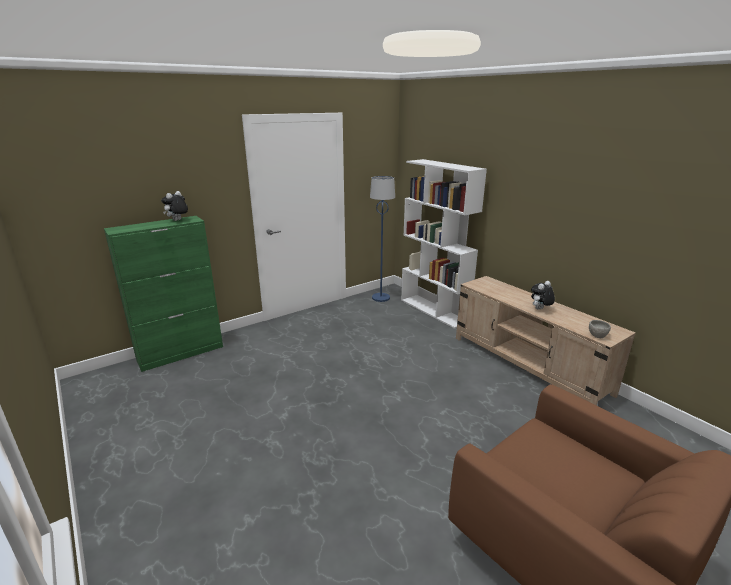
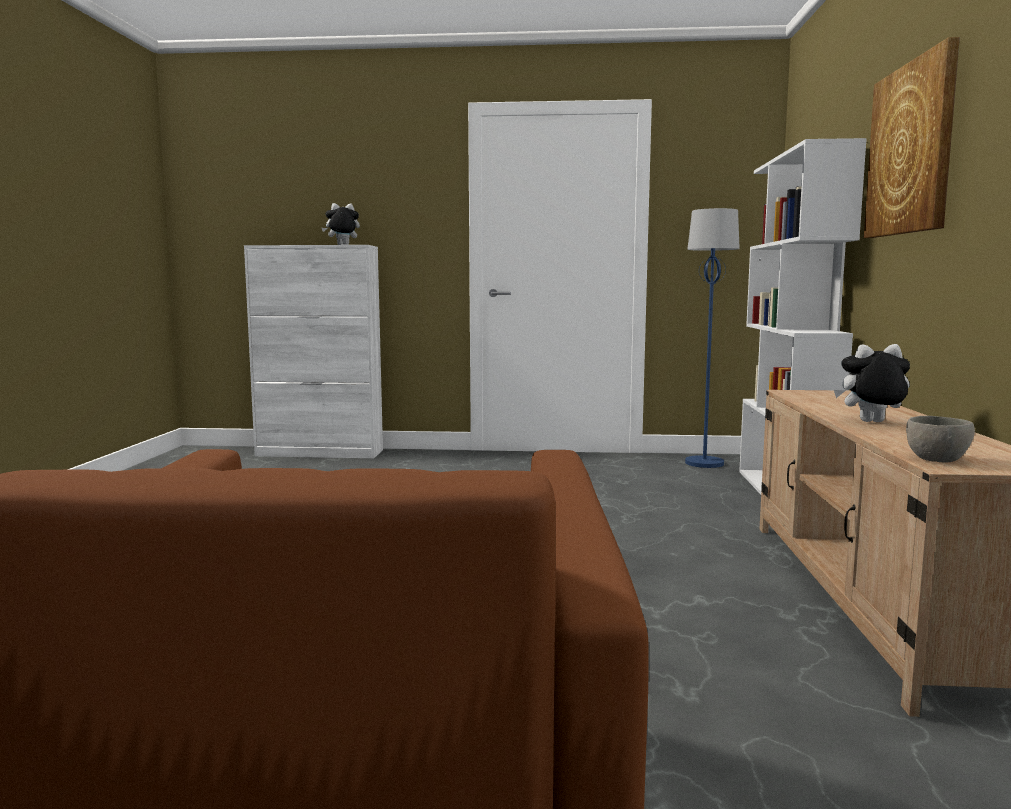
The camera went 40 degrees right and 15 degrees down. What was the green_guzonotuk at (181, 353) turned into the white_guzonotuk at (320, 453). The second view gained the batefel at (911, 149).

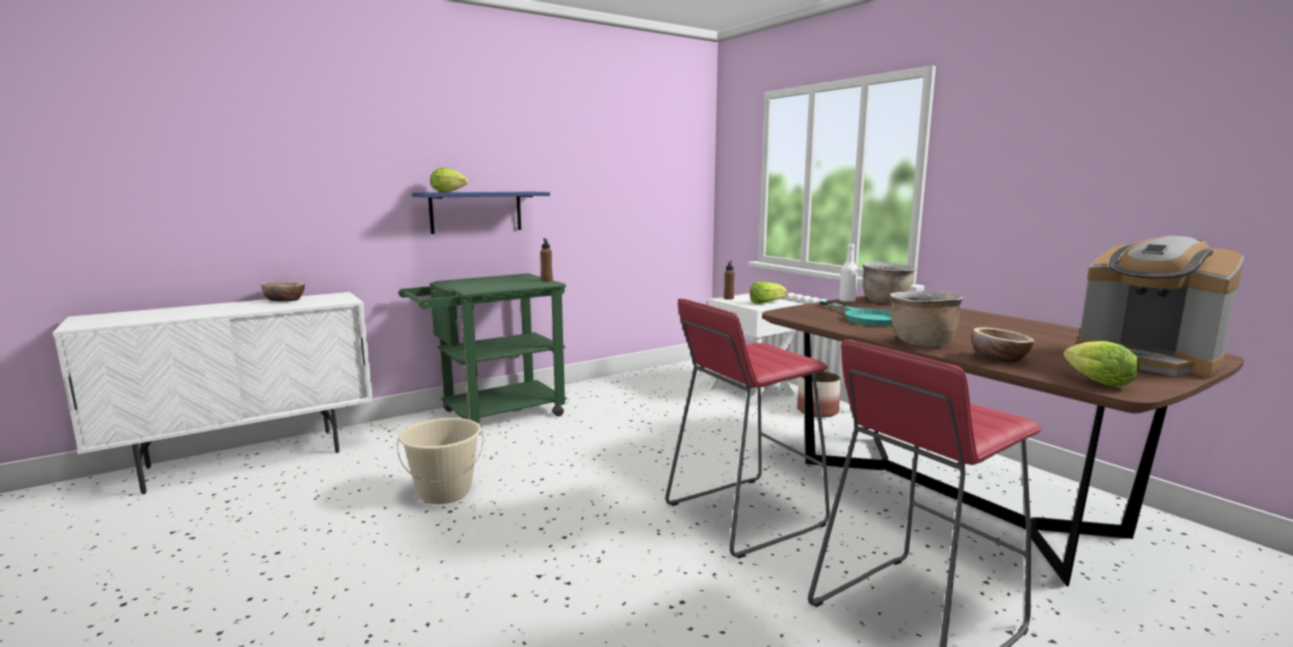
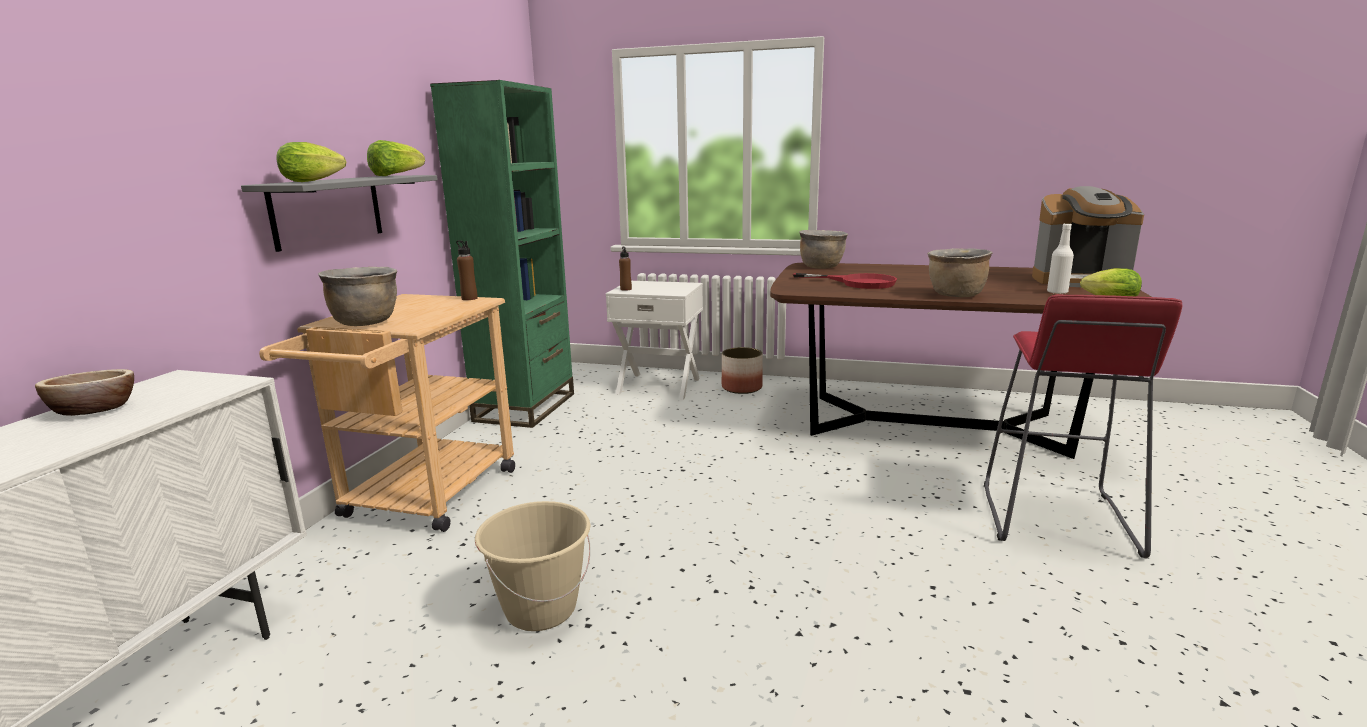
The camera went 40 degrees left and 5 degrees up. What was the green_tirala at (492, 415) turned into the beige_tirala at (422, 500). What was the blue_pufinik at (476, 212) turned into the grey_pufinik at (327, 211). The second view lost the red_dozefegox at (743, 514). The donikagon ended up elsewhere, having gone from (765, 303) to (396, 175). What was the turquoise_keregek at (866, 318) turned into the red_keregek at (857, 283). The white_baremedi ended up elsewhere, having gone from (847, 300) to (1057, 292). The second view lost the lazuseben at (999, 358). The second view gained the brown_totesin at (366, 322). The second view gained the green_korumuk at (525, 407).

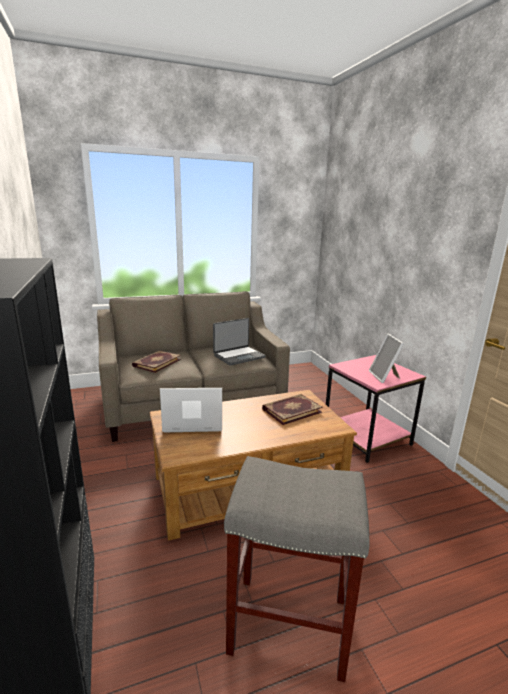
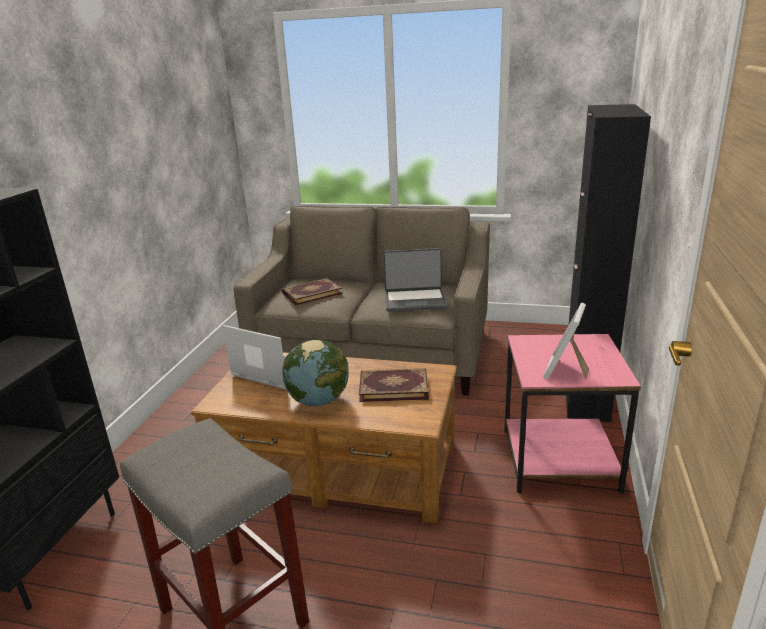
The camera went 35 degrees right and 5 degrees up. The second view gained the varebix at (319, 400). The second view gained the black_guzonotuk at (585, 395).

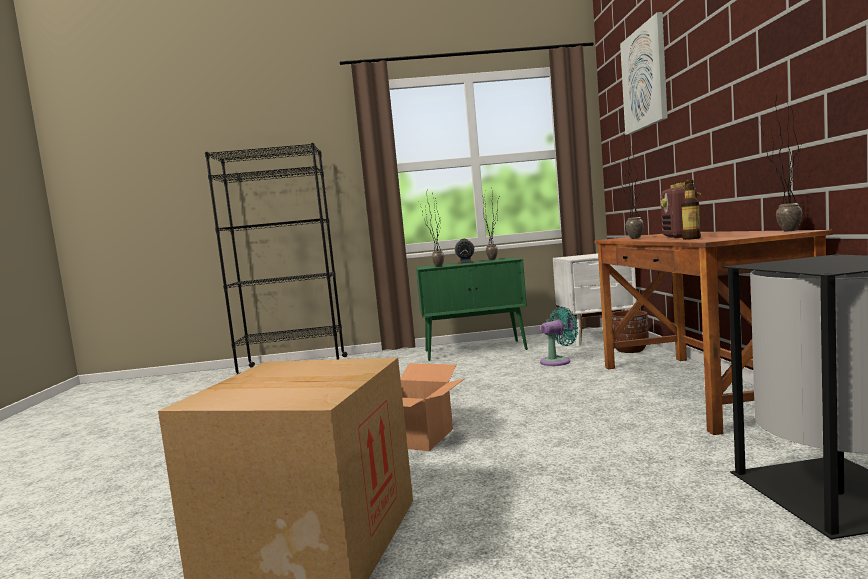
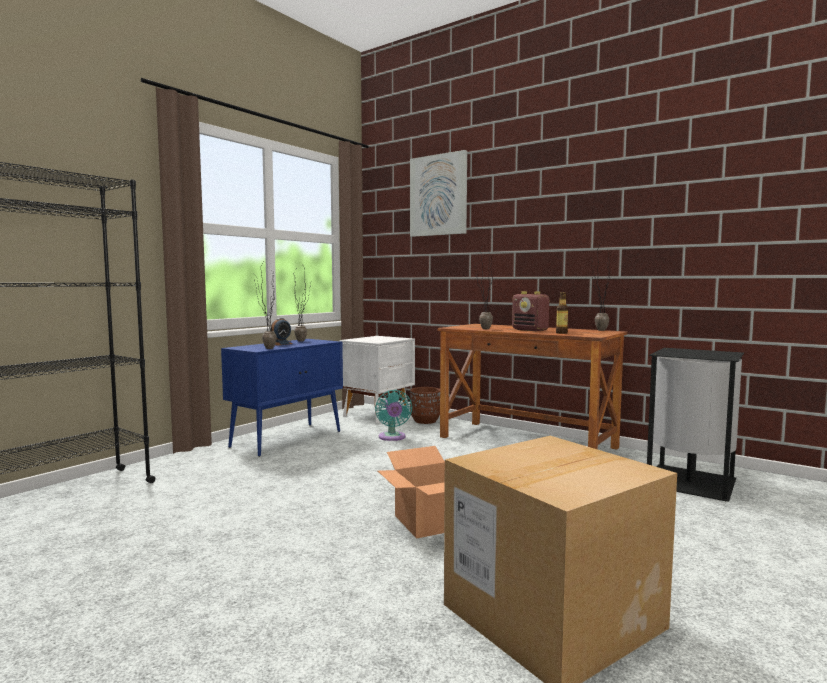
The camera went 50 degrees left and 0 degrees up. What was the green_guzonotuk at (476, 350) turned into the blue_guzonotuk at (288, 439). The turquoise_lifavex at (558, 361) ended up facing another way, 150 degrees clockwise from before.

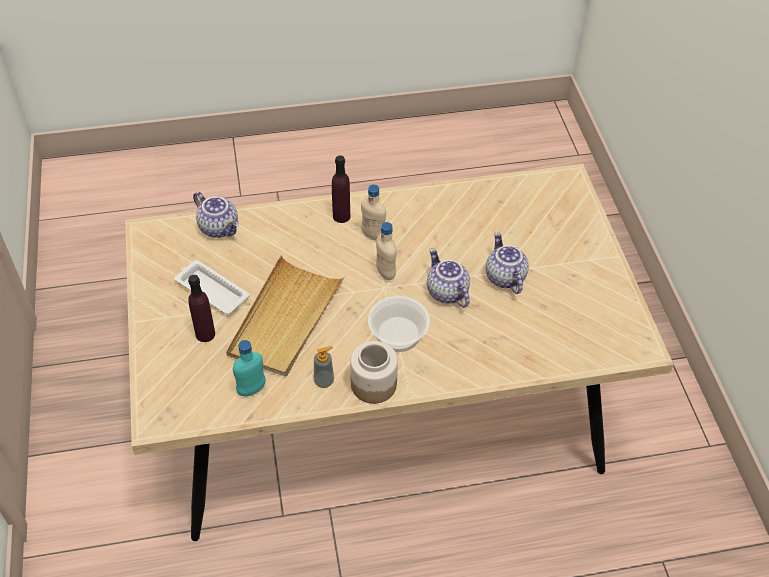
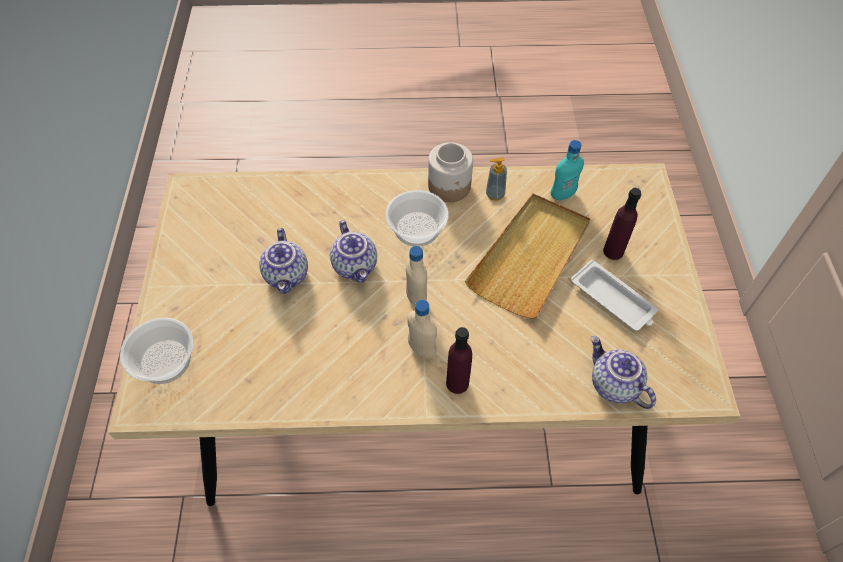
The camera went 170 degrees left and 5 degrees up. The second view gained the lazuseben at (164, 360).

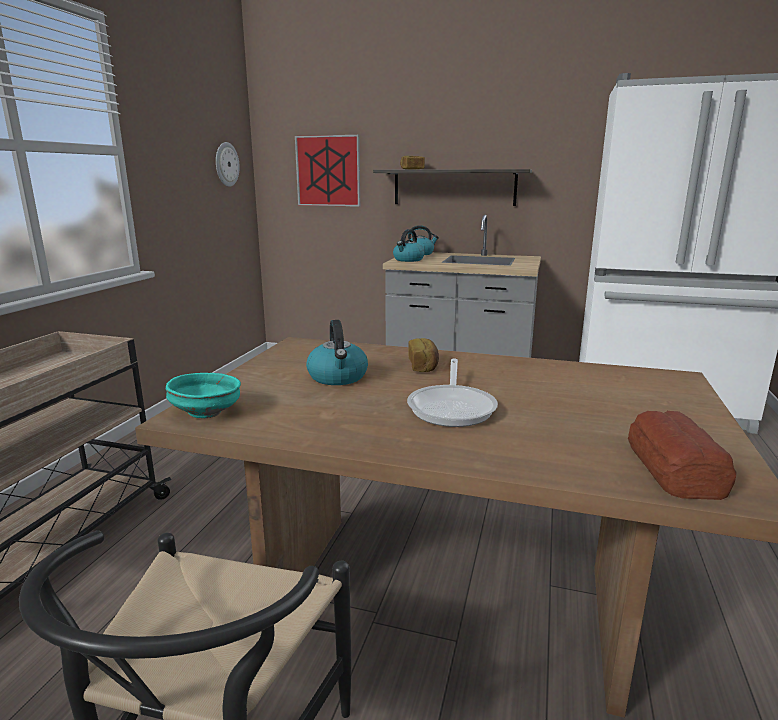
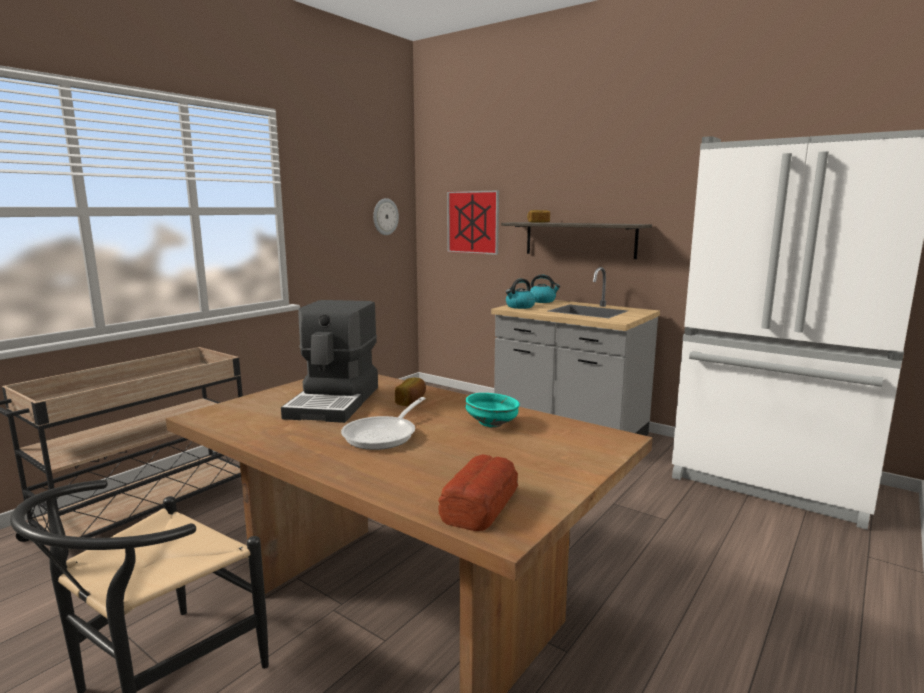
The camera went 20 degrees right and 5 degrees down. The turquoise_lazuseben ended up elsewhere, having gone from (208, 413) to (493, 424). Where the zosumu stood at (338, 377), the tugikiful came to stand at (335, 402).

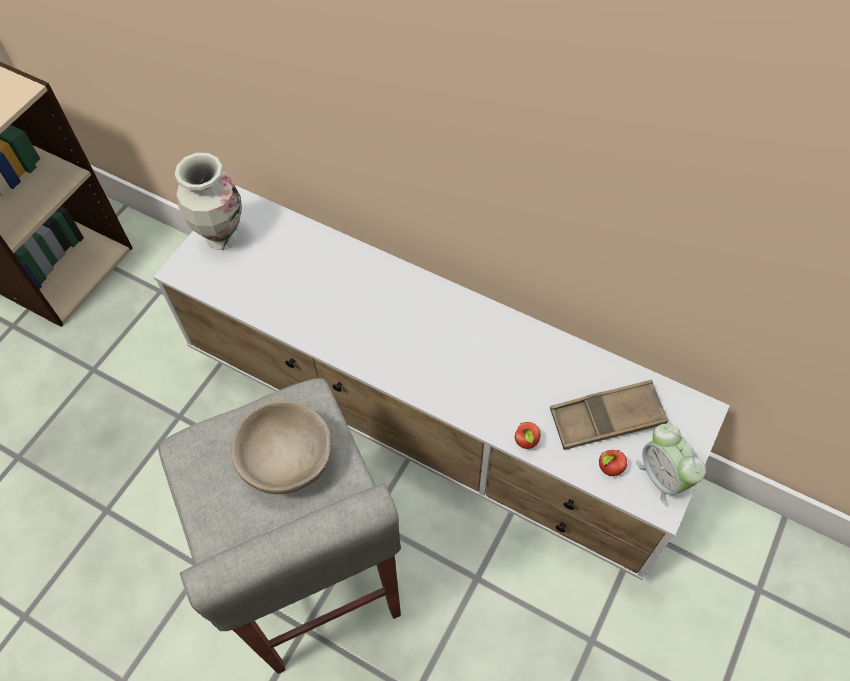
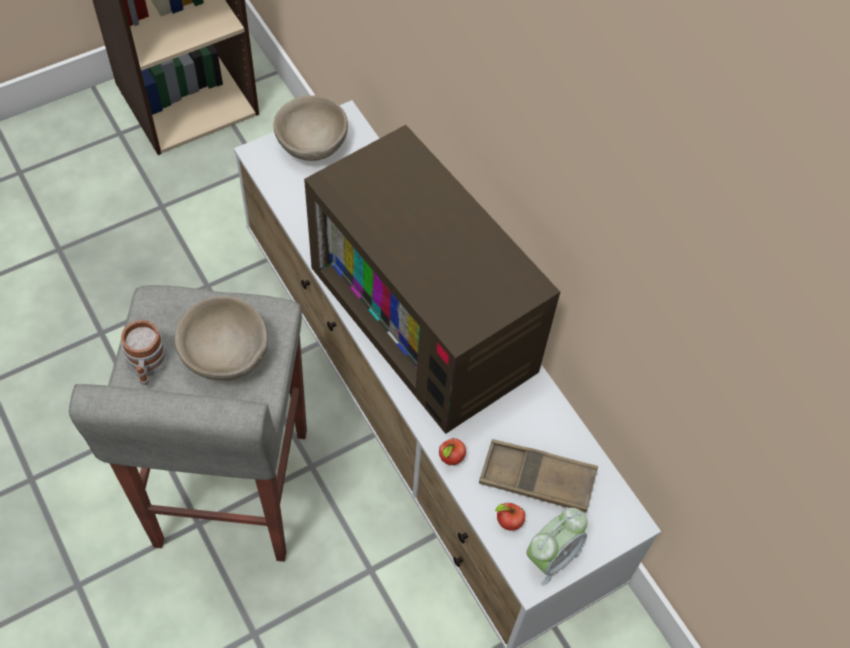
The camera went 25 degrees right and 0 degrees up. Where the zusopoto stood at (222, 238), the beige_lazuseben came to stand at (311, 144). The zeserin at (663, 477) ended up facing another way, 135 degrees counterclockwise from before. The second view gained the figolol at (147, 365). The second view gained the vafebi at (430, 317).

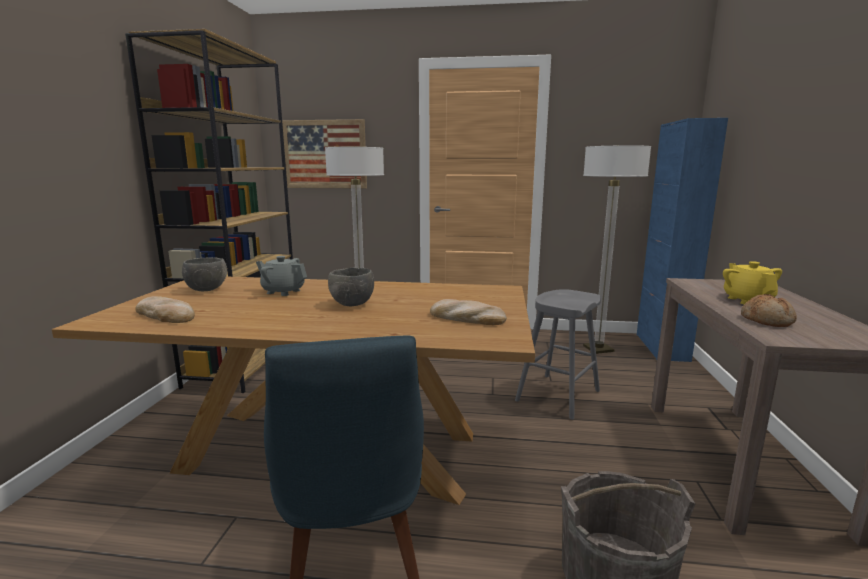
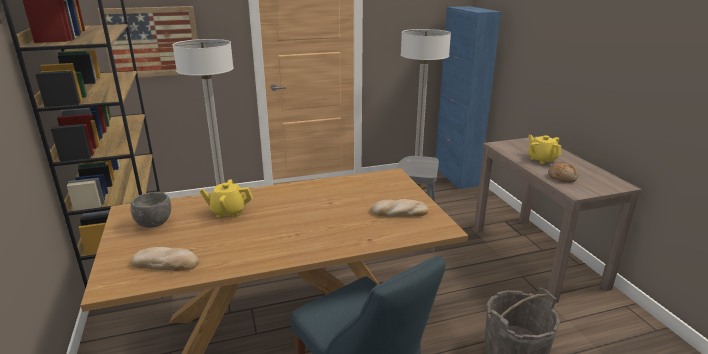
The camera went 25 degrees left and 10 degrees up. What was the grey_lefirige at (283, 291) turned into the yellow_lefirige at (228, 212). The second view lost the grey_lazuseben at (351, 304).

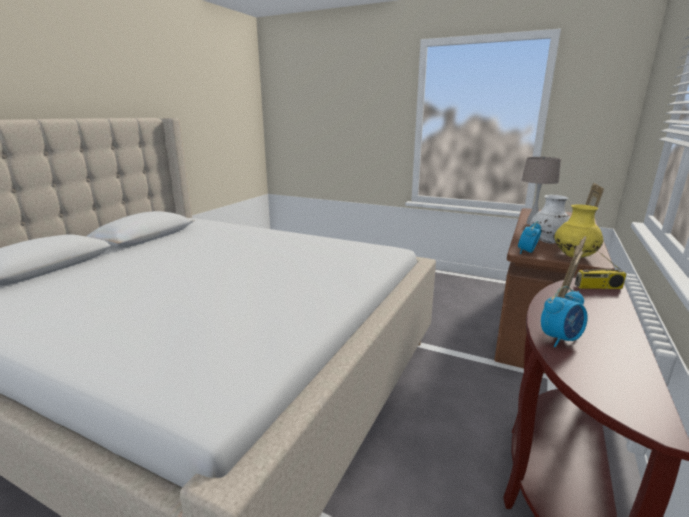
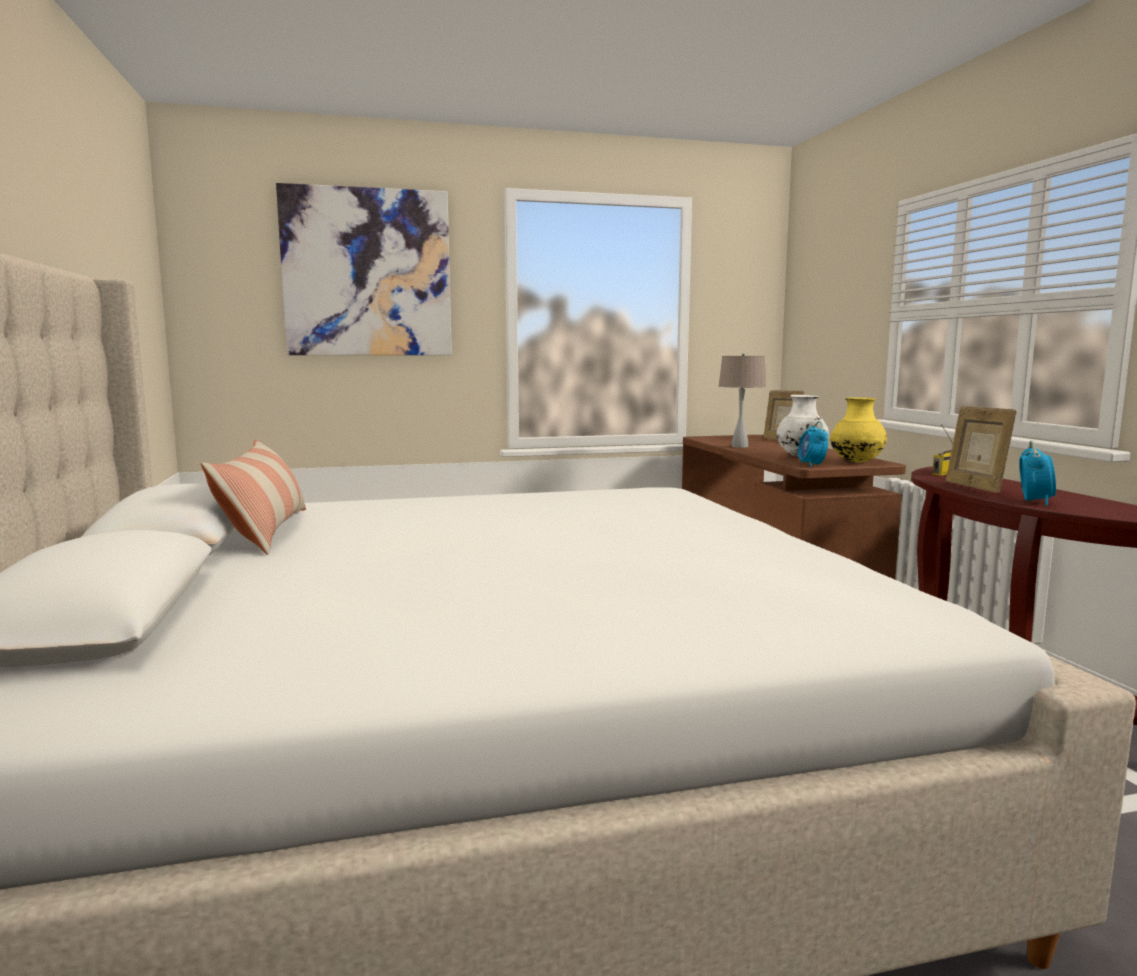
The camera went 40 degrees left and 10 degrees down. The second view gained the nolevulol at (266, 530). The second view gained the batefel at (367, 273).

